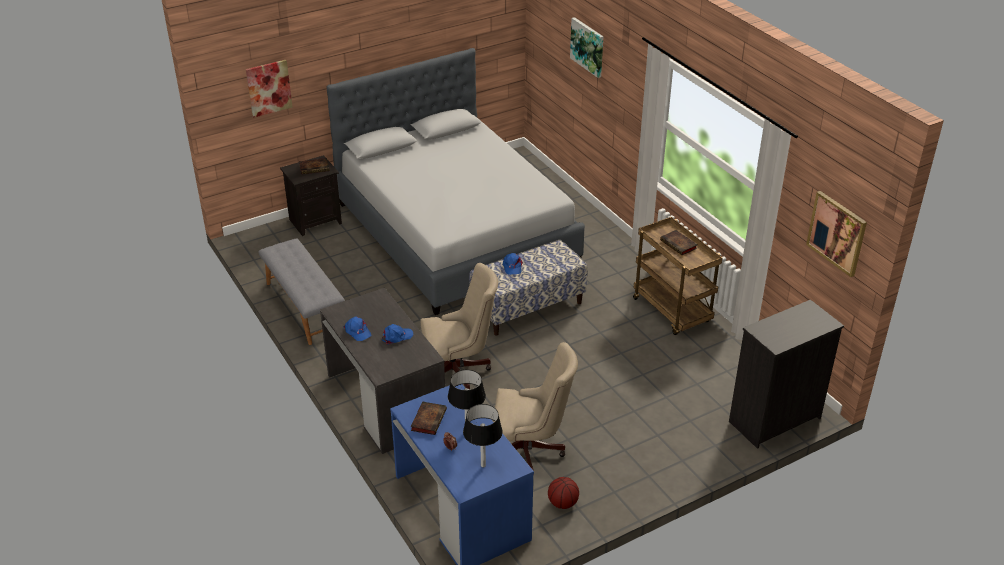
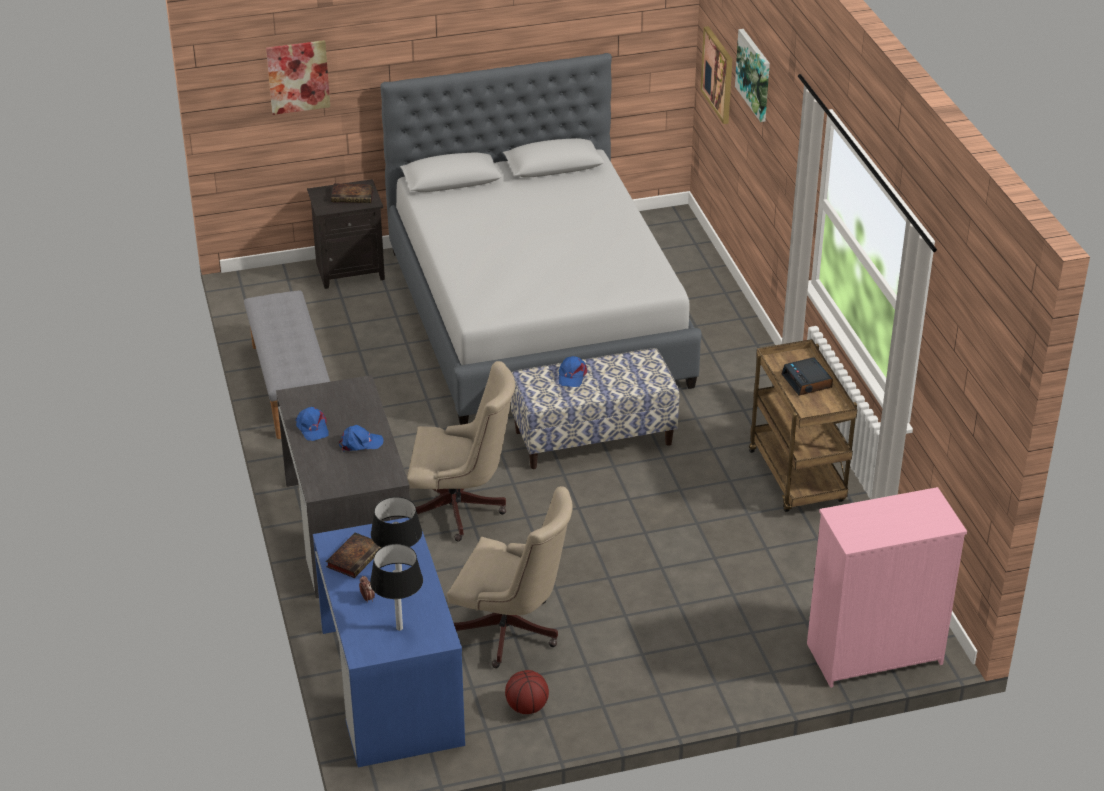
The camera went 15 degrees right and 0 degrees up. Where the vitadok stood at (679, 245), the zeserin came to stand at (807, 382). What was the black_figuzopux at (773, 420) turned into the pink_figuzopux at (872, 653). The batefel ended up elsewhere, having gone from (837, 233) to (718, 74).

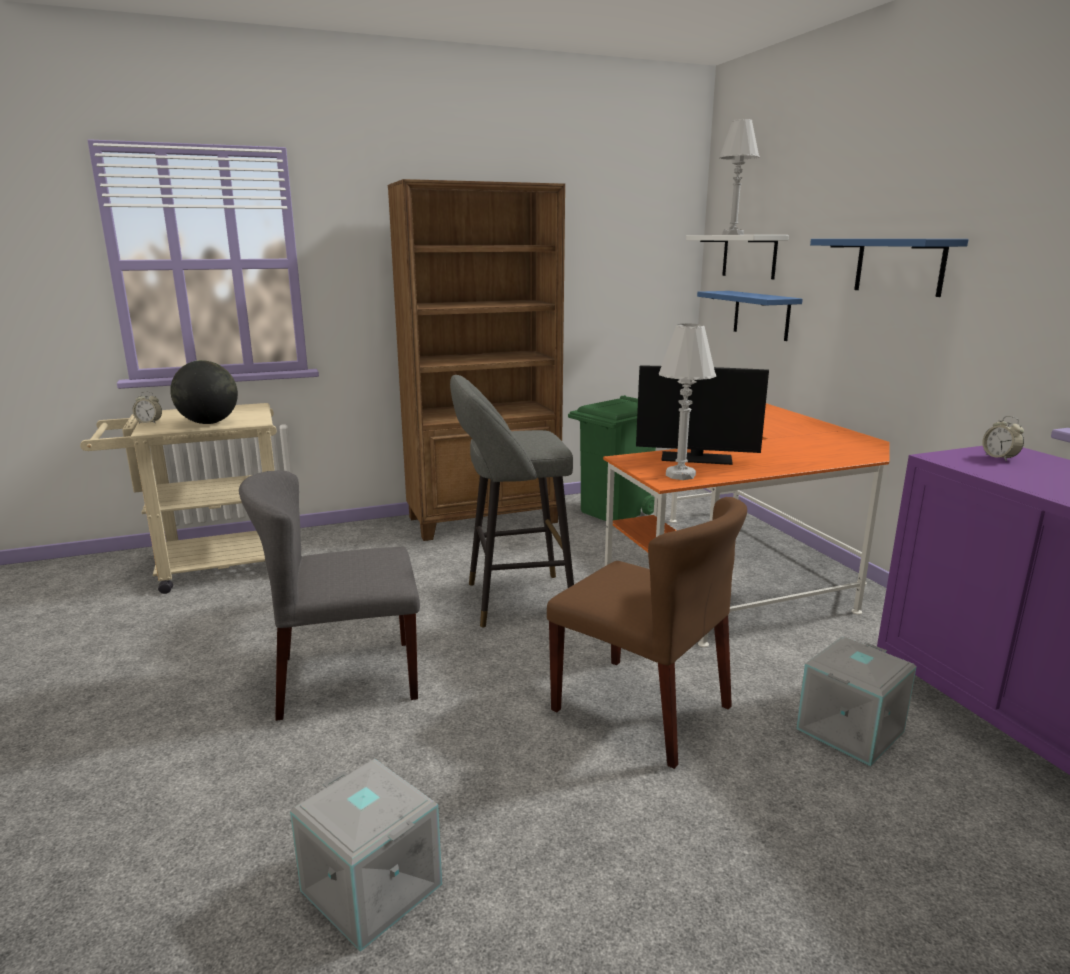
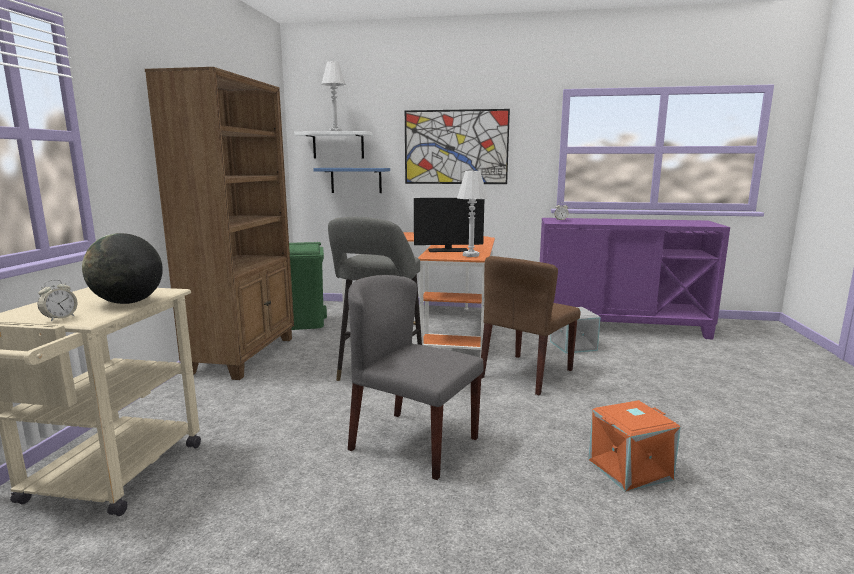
The camera went 60 degrees left and 5 degrees down. The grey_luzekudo at (345, 678) ended up facing another way, 105 degrees clockwise from before. What was the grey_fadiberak at (369, 888) turned into the orange_fadiberak at (630, 470). The brown_luzekudo at (643, 708) ended up facing another way, 150 degrees clockwise from before. The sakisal at (696, 458) ended up facing another way, 45 degrees clockwise from before. Where the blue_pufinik hung at (899, 266), the batefel came to hang at (456, 147).

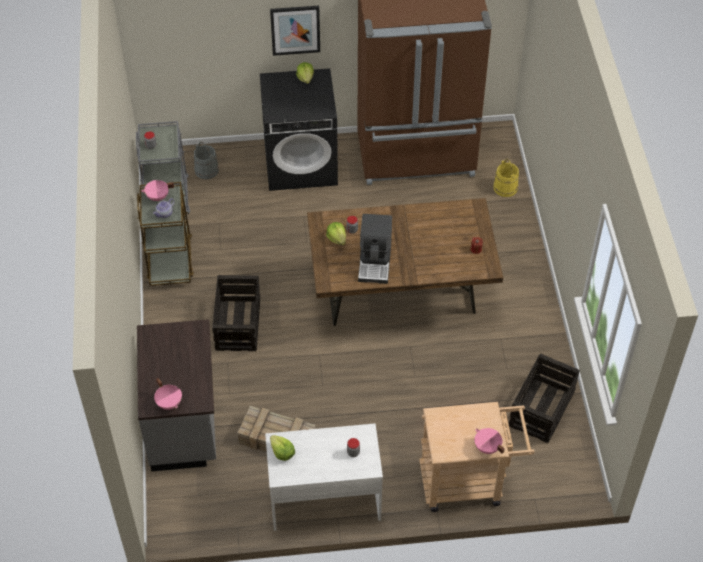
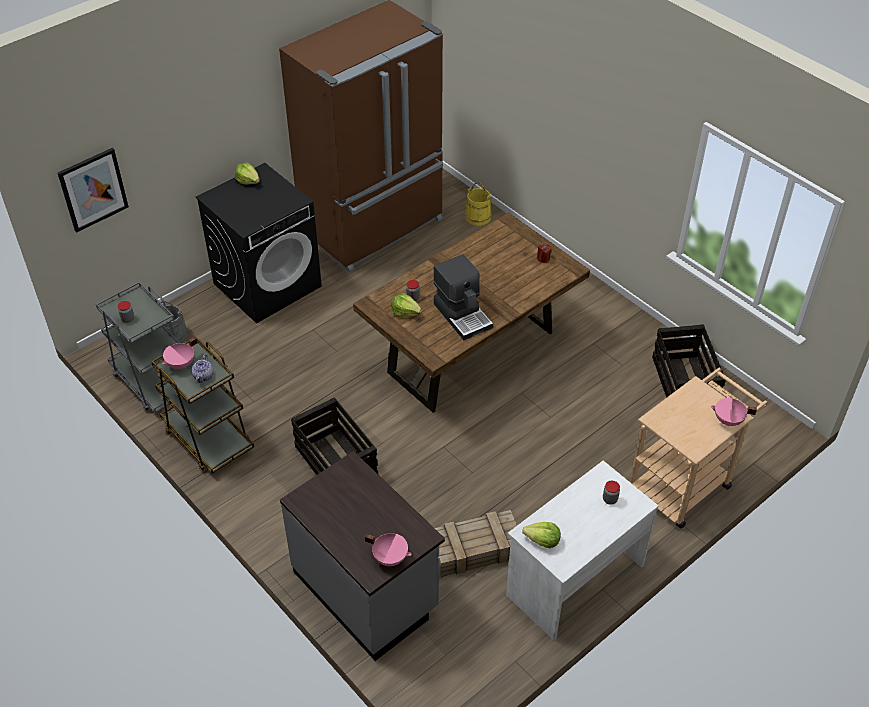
The camera went 35 degrees left and 5 degrees down. The batefel ended up elsewhere, having gone from (295, 29) to (93, 189).

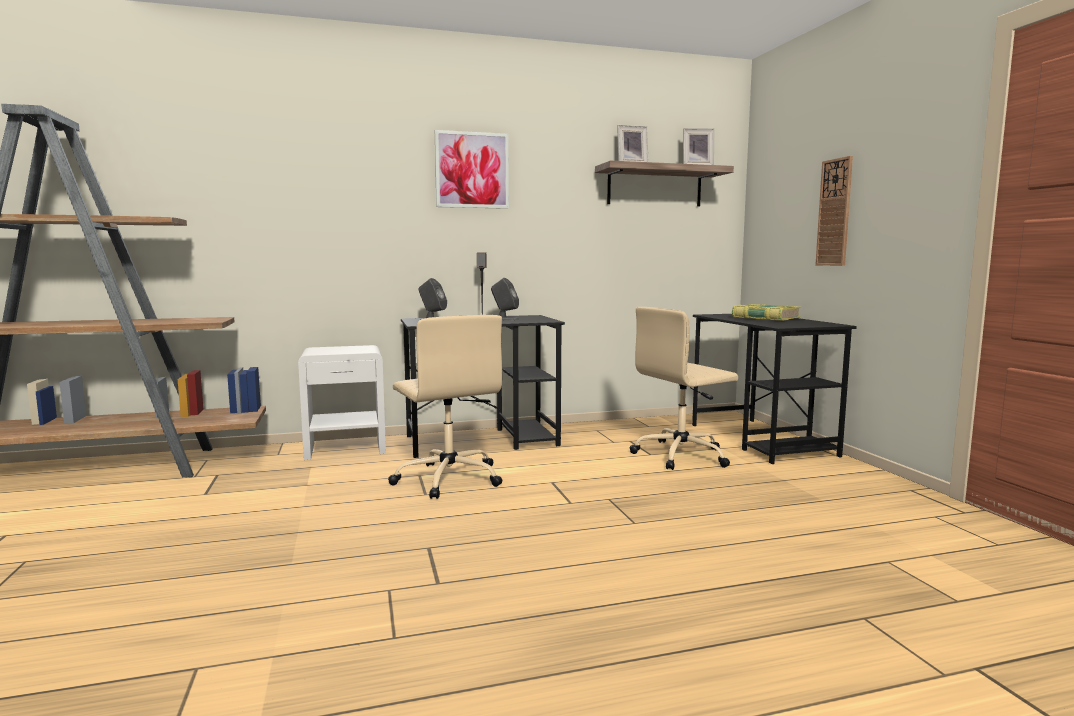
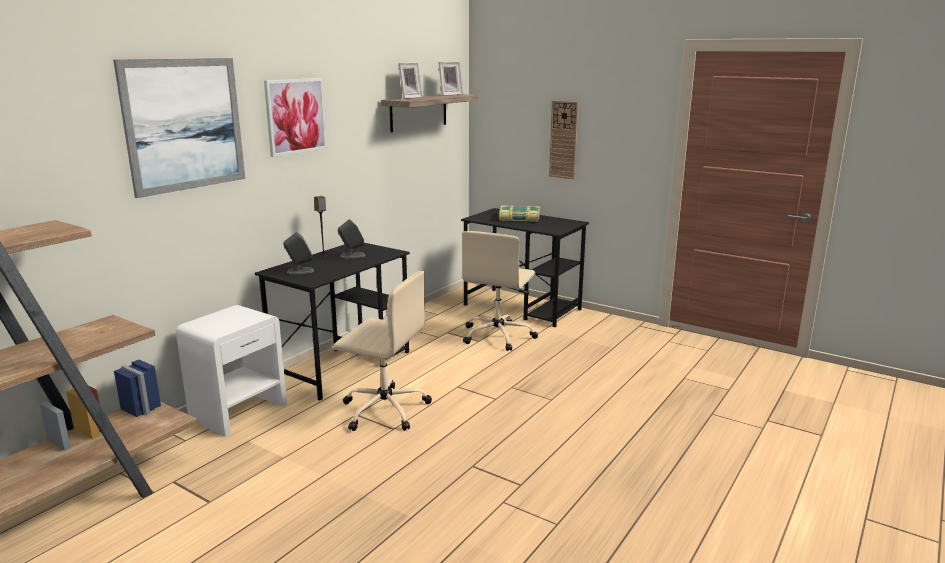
The camera went 40 degrees left and 10 degrees up. The second view gained the batefel at (184, 124).

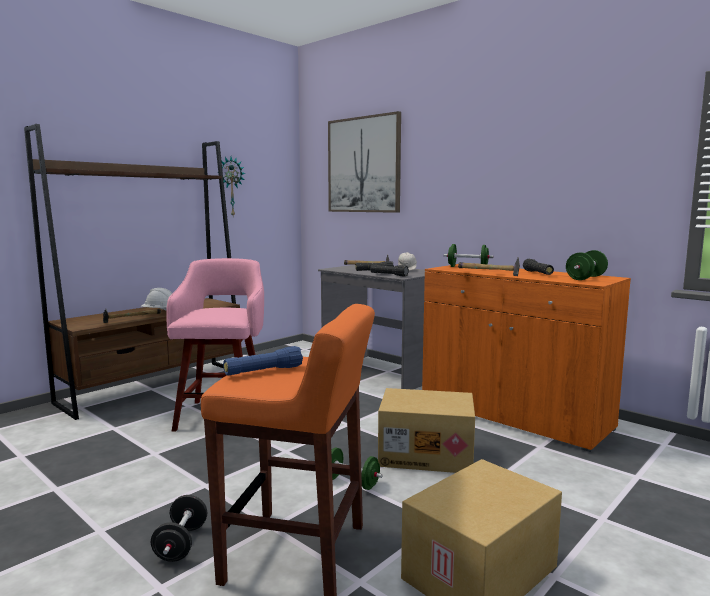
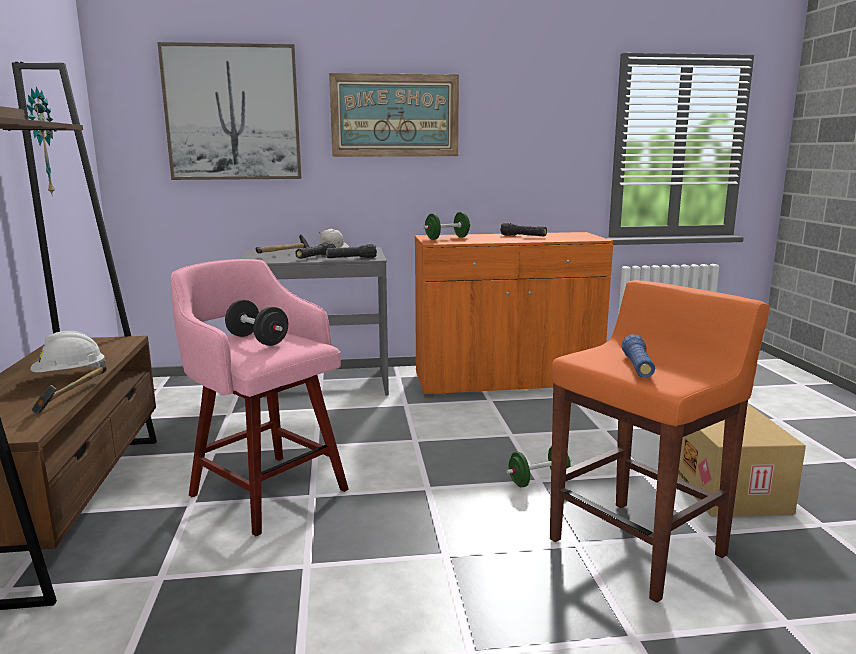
The camera went 50 degrees left and 5 degrees up. The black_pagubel ended up elsewhere, having gone from (181, 544) to (257, 340). The second view lost the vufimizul at (427, 454). The second view lost the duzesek at (490, 274). The second view lost the green_pagubel at (585, 278). The second view gained the batefel at (395, 115).

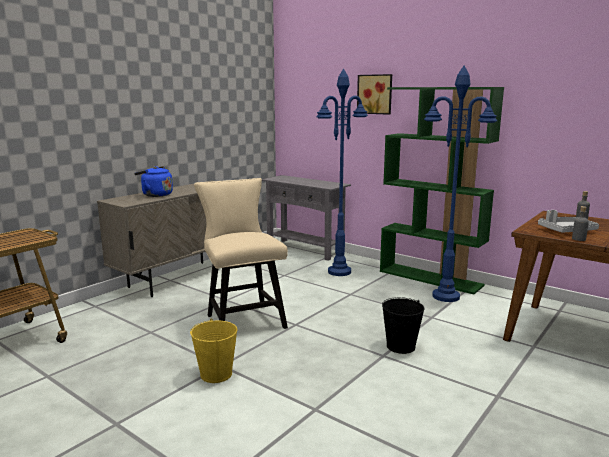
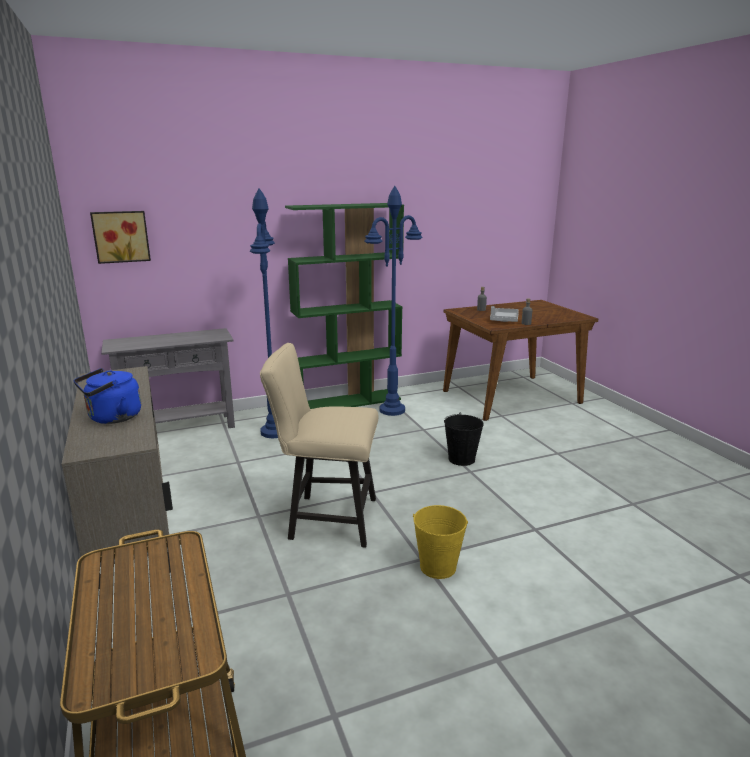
The camera went 60 degrees left and 5 degrees up. The batefel ended up elsewhere, having gone from (375, 94) to (121, 236).

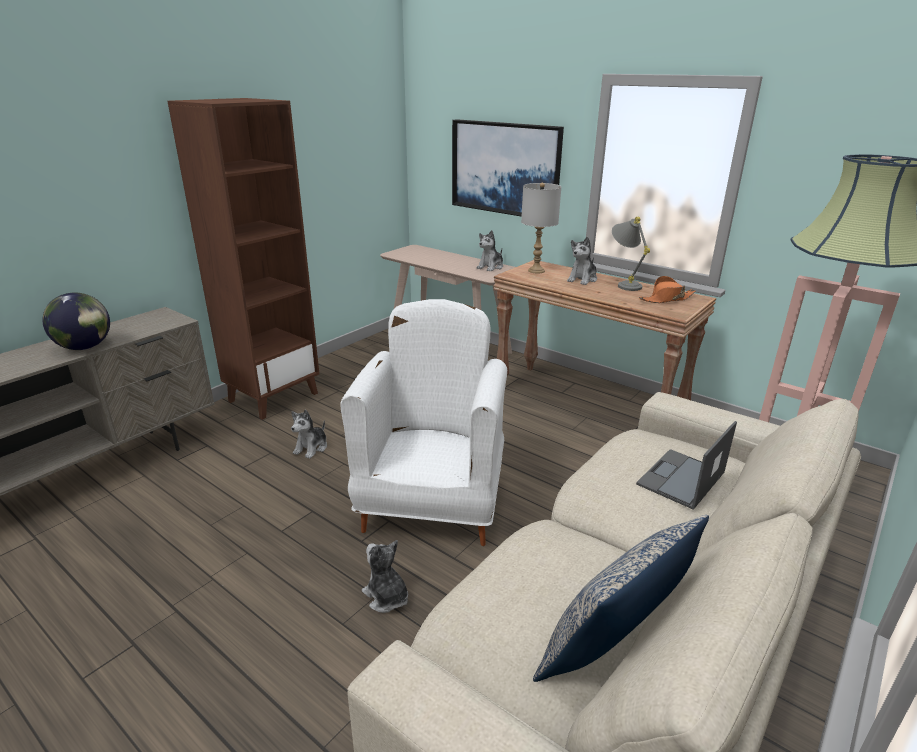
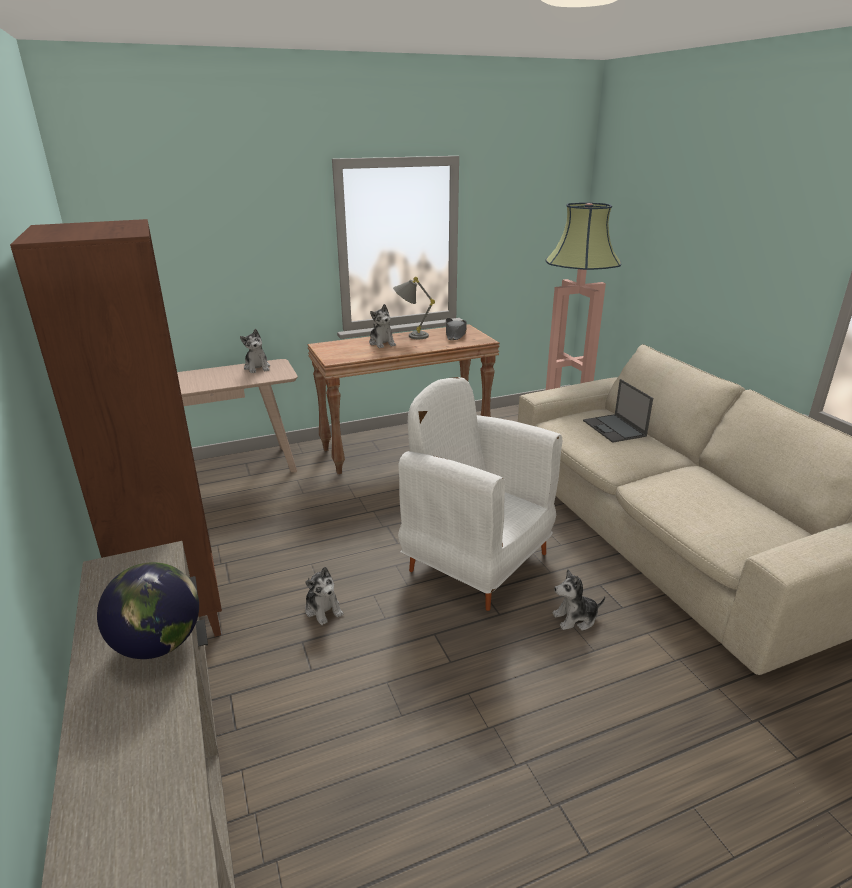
The camera went 60 degrees left and 0 degrees up. The second view lost the batefel at (505, 168). The second view lost the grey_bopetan at (536, 271). The second view lost the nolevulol at (610, 653). What was the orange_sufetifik at (666, 299) turned into the grey_sufetifik at (455, 335).

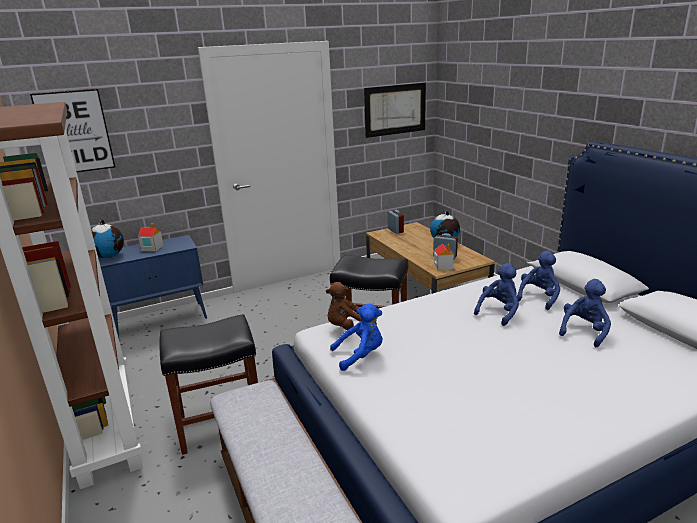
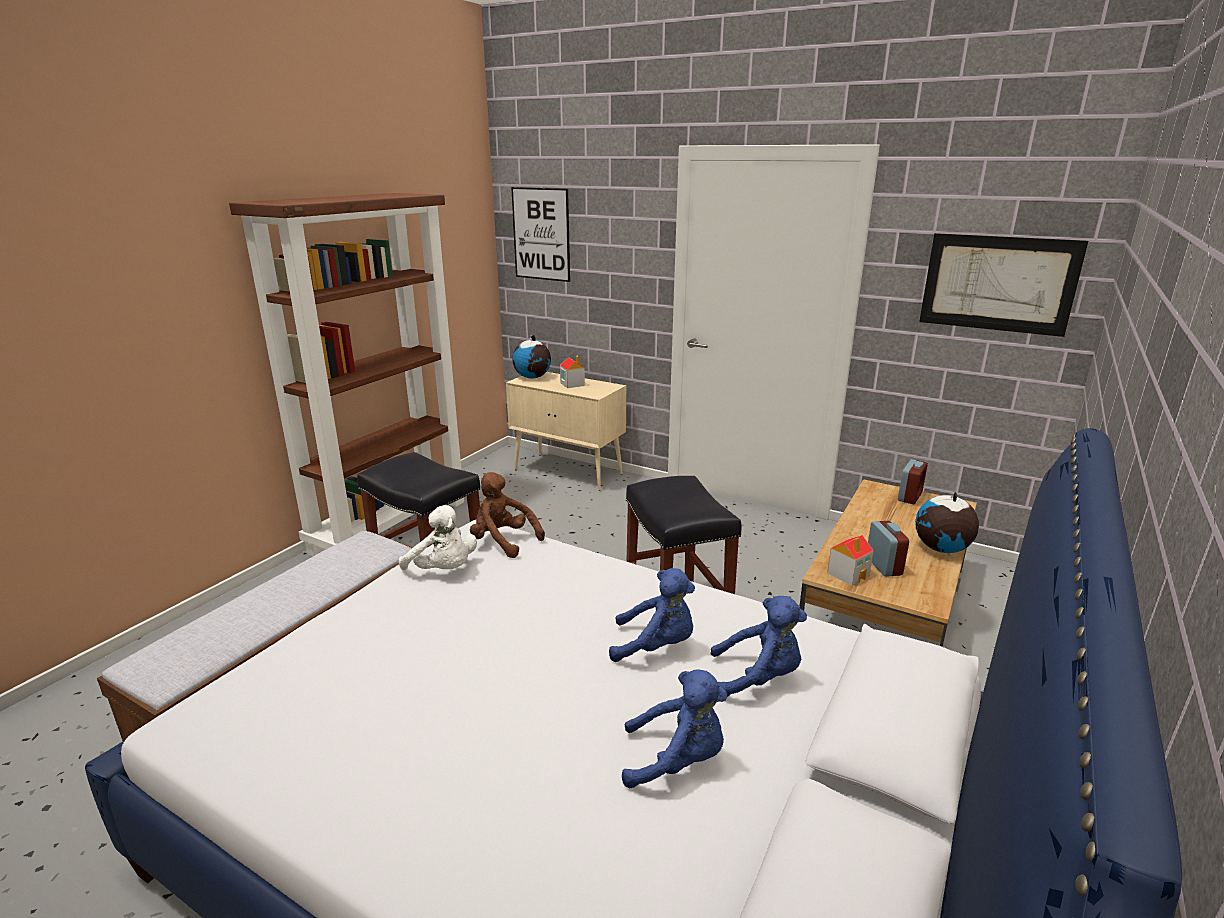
The camera went 55 degrees right and 0 degrees up. What was the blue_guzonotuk at (161, 320) turned into the beige_guzonotuk at (569, 472). What was the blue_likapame at (360, 355) turned into the white_likapame at (443, 570).

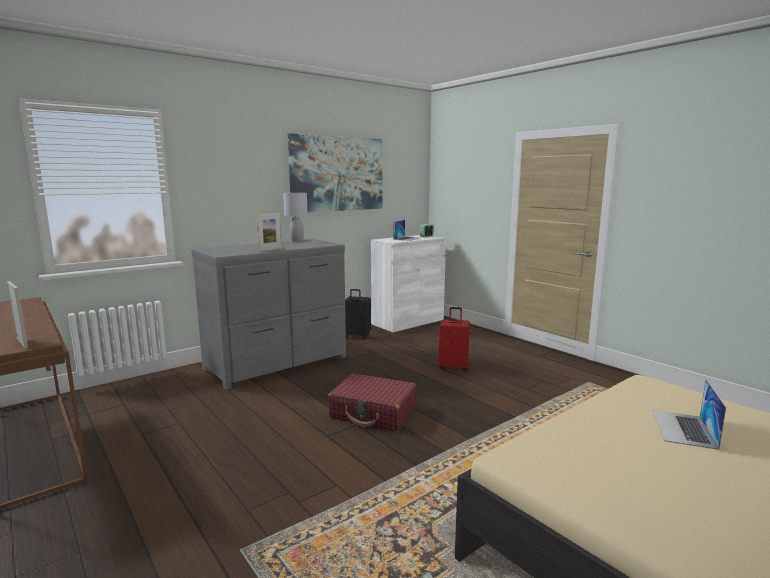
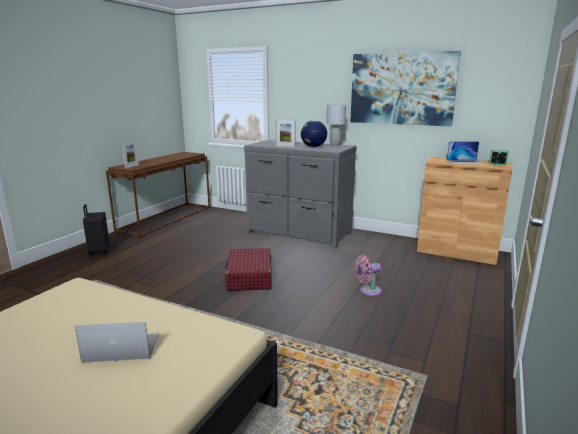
The camera went 65 degrees right and 5 degrees up. The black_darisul ended up elsewhere, having gone from (357, 337) to (99, 252). What was the white_guzonotuk at (408, 322) turned into the brown_guzonotuk at (456, 251). Where the red_darisul stood at (454, 367), the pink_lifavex came to stand at (368, 291). The second view gained the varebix at (313, 147).

